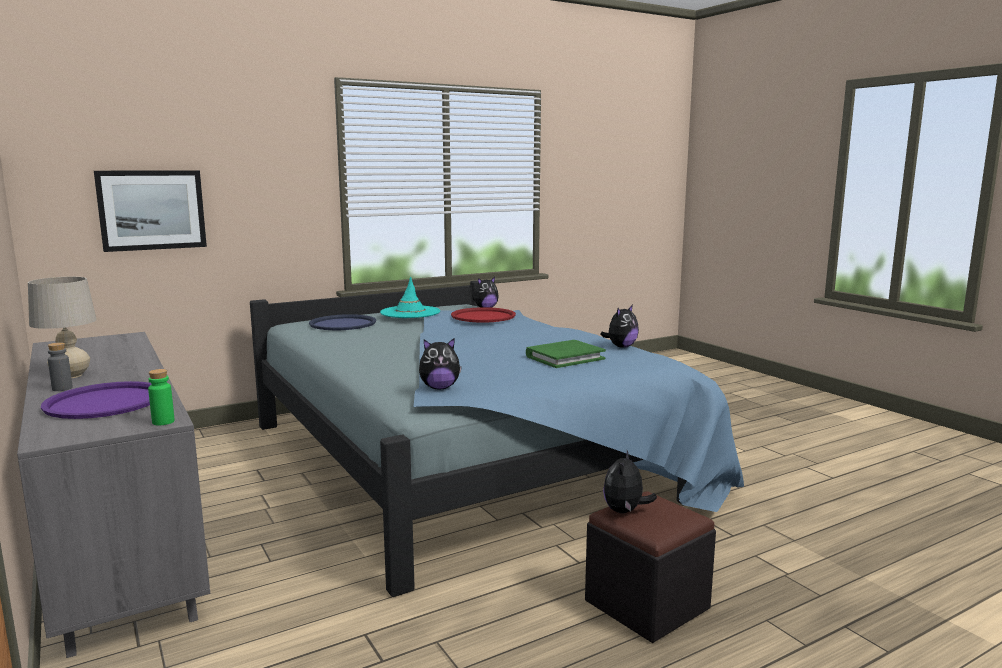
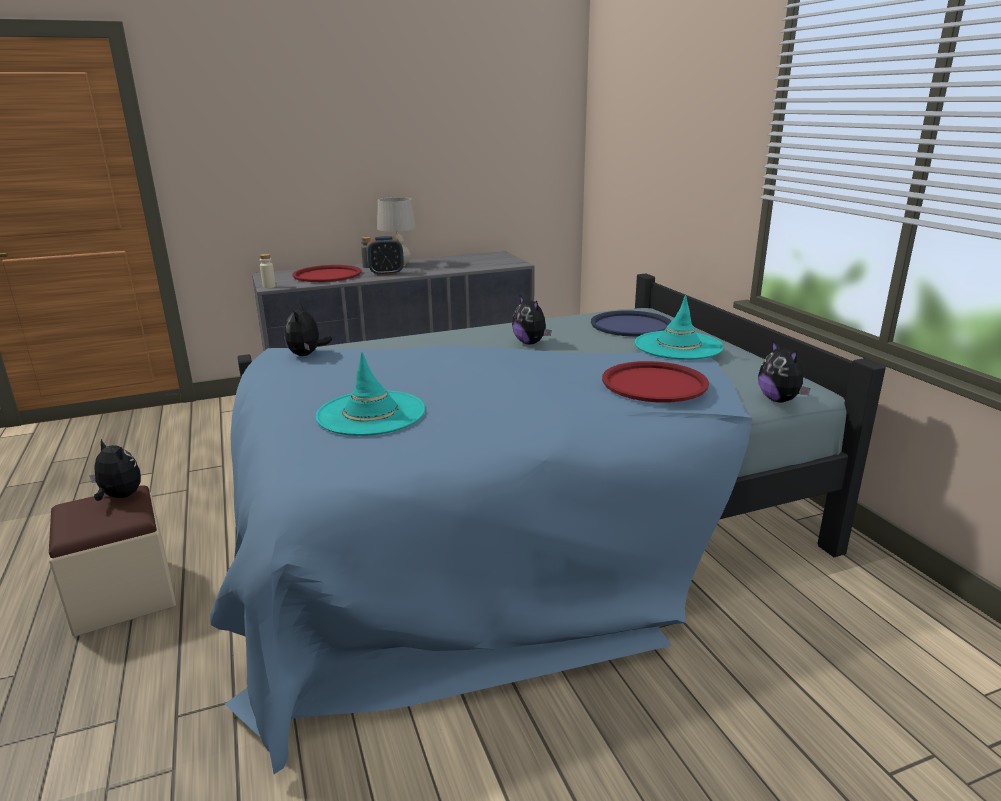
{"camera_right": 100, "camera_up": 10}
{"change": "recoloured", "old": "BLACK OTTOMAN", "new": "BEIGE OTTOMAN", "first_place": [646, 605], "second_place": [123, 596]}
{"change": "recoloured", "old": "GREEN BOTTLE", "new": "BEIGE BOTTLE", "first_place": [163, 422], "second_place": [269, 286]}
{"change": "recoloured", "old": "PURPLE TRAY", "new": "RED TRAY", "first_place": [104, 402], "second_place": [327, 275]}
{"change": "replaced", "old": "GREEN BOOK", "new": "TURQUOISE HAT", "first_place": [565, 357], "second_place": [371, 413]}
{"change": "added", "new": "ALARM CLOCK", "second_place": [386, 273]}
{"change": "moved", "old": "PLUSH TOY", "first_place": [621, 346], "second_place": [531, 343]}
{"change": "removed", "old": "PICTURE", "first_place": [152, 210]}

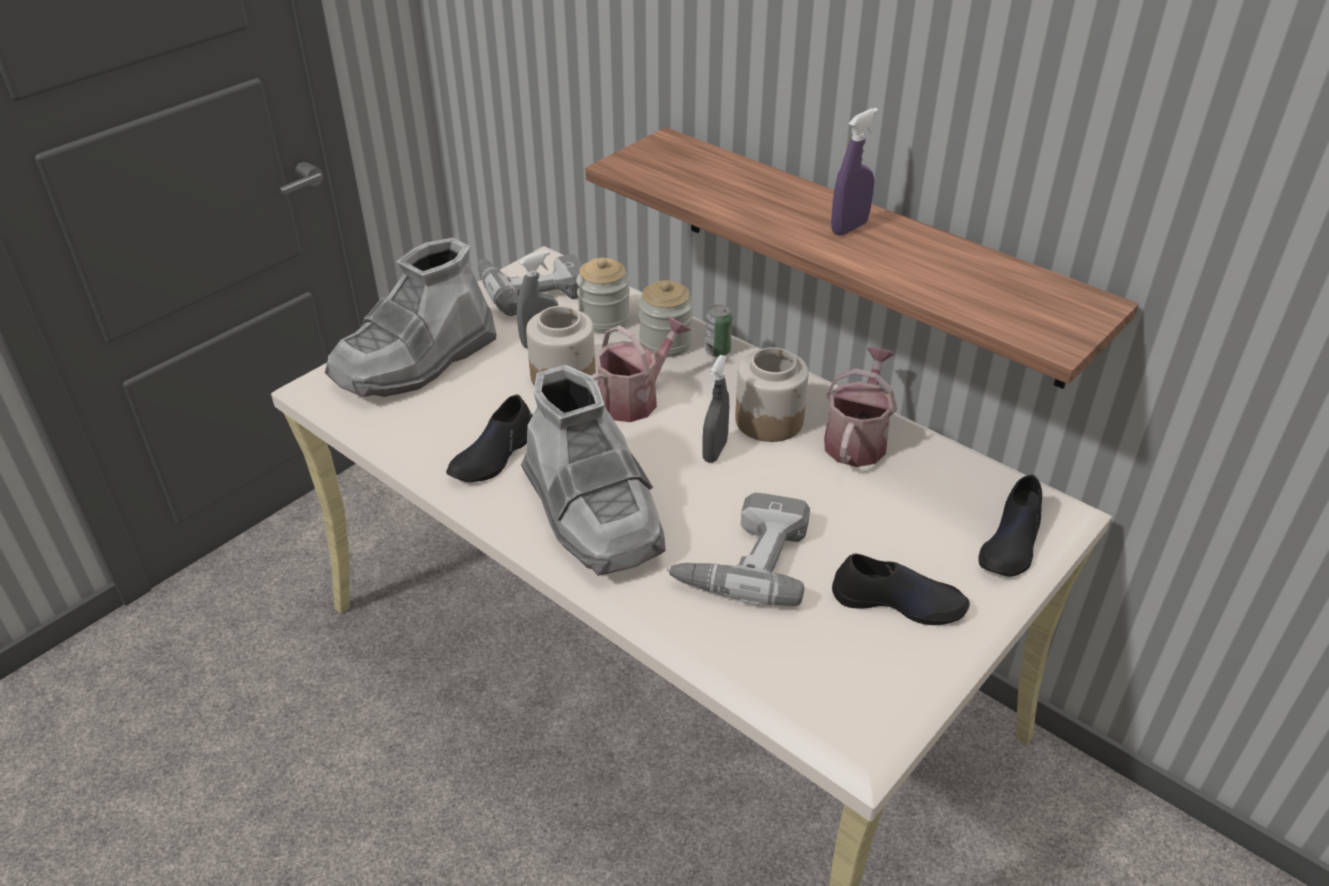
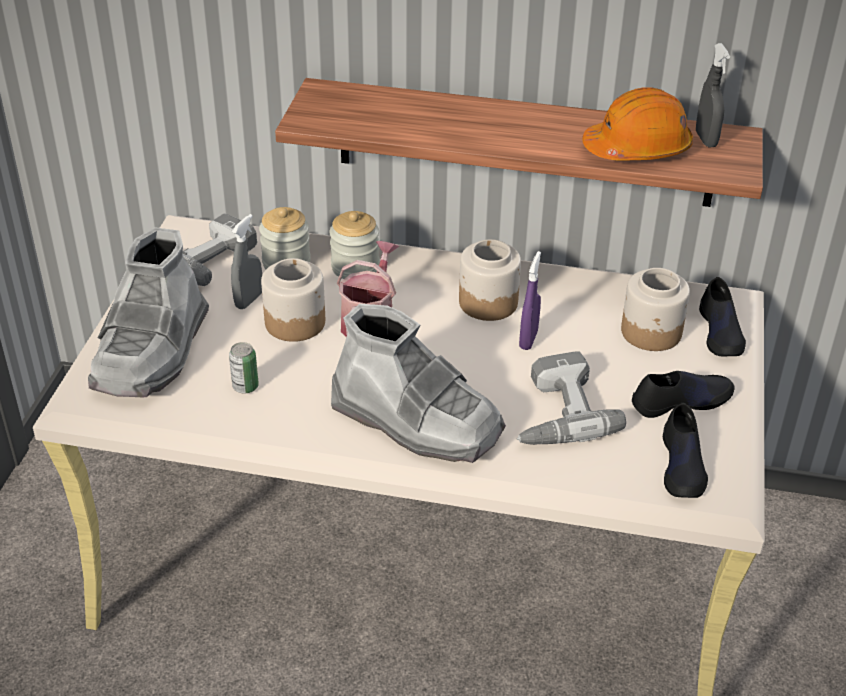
{"camera_right": -30, "camera_up": 0}
{"change": "moved", "old": "CAN", "first_place": [717, 351], "second_place": [245, 386]}
{"change": "moved", "old": "PURPLE SPRAY BOTTLE", "first_place": [849, 228], "second_place": [528, 339]}
{"change": "added", "new": "ORANGE HARD HAT", "second_place": [637, 149]}
{"change": "added", "new": "JAR", "second_place": [651, 332]}
{"change": "moved", "old": "BLACK SHOE", "first_place": [493, 455], "second_place": [682, 466]}
{"change": "moved", "old": "GREY SPRAY BOTTLE", "first_place": [715, 451], "second_place": [706, 139]}
{"change": "removed", "old": "WATERING CAN", "first_place": [857, 439]}

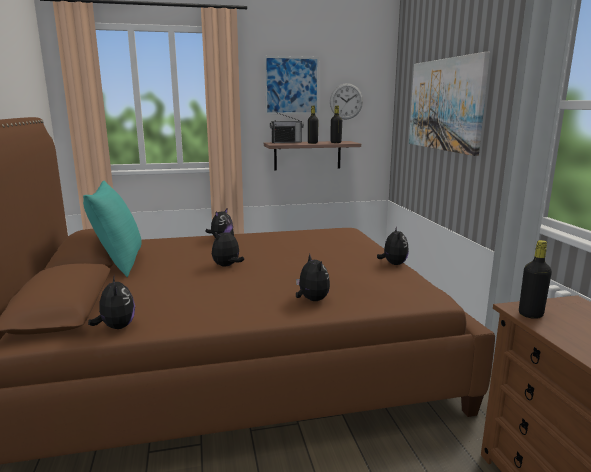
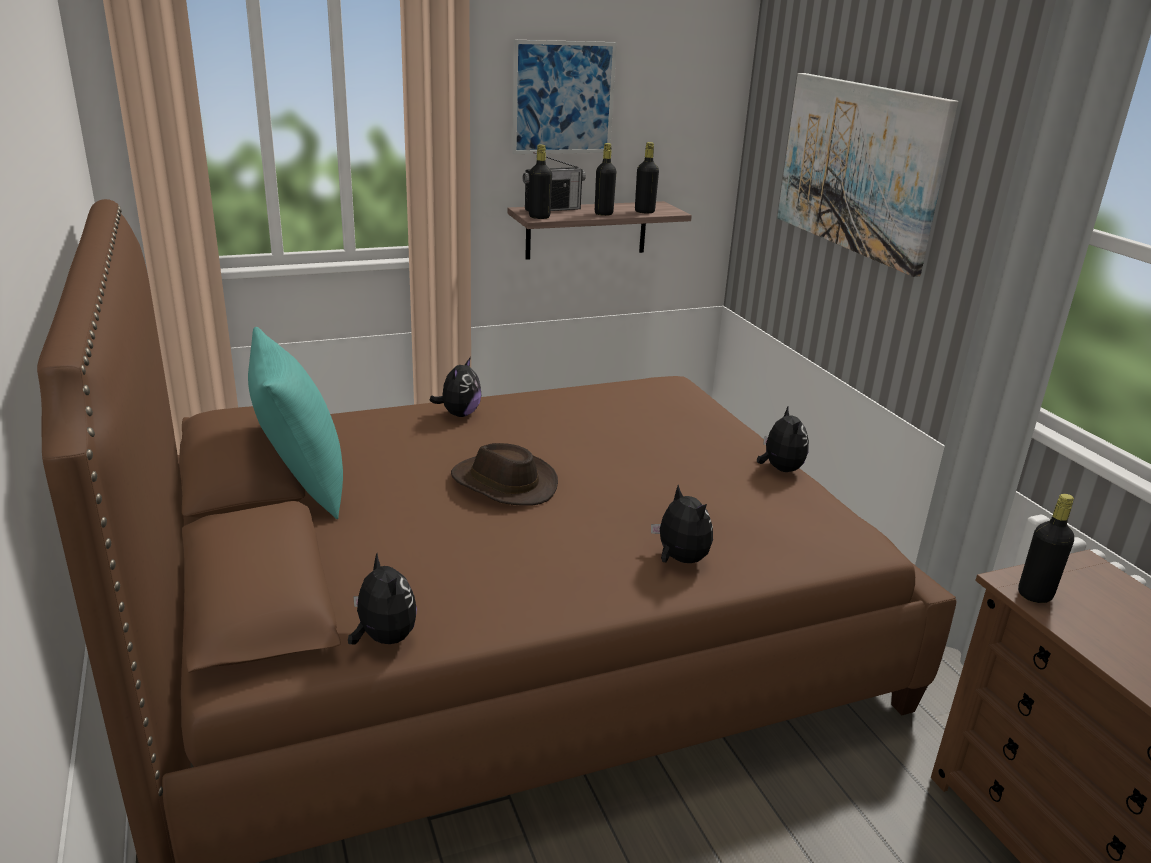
{"camera_right": -10, "camera_up": 10}
{"change": "replaced", "old": "PLUSH TOY", "new": "BROWN HAT", "first_place": [227, 266], "second_place": [503, 484]}
{"change": "added", "new": "BLACK BOTTLE", "second_place": [539, 217]}
{"change": "removed", "old": "WALL CLOCK", "first_place": [346, 101]}

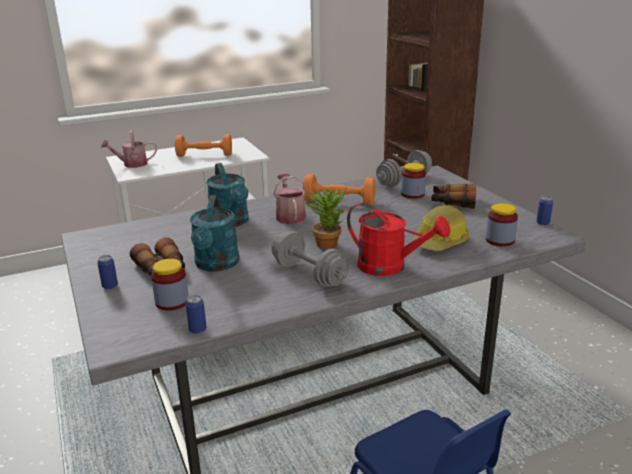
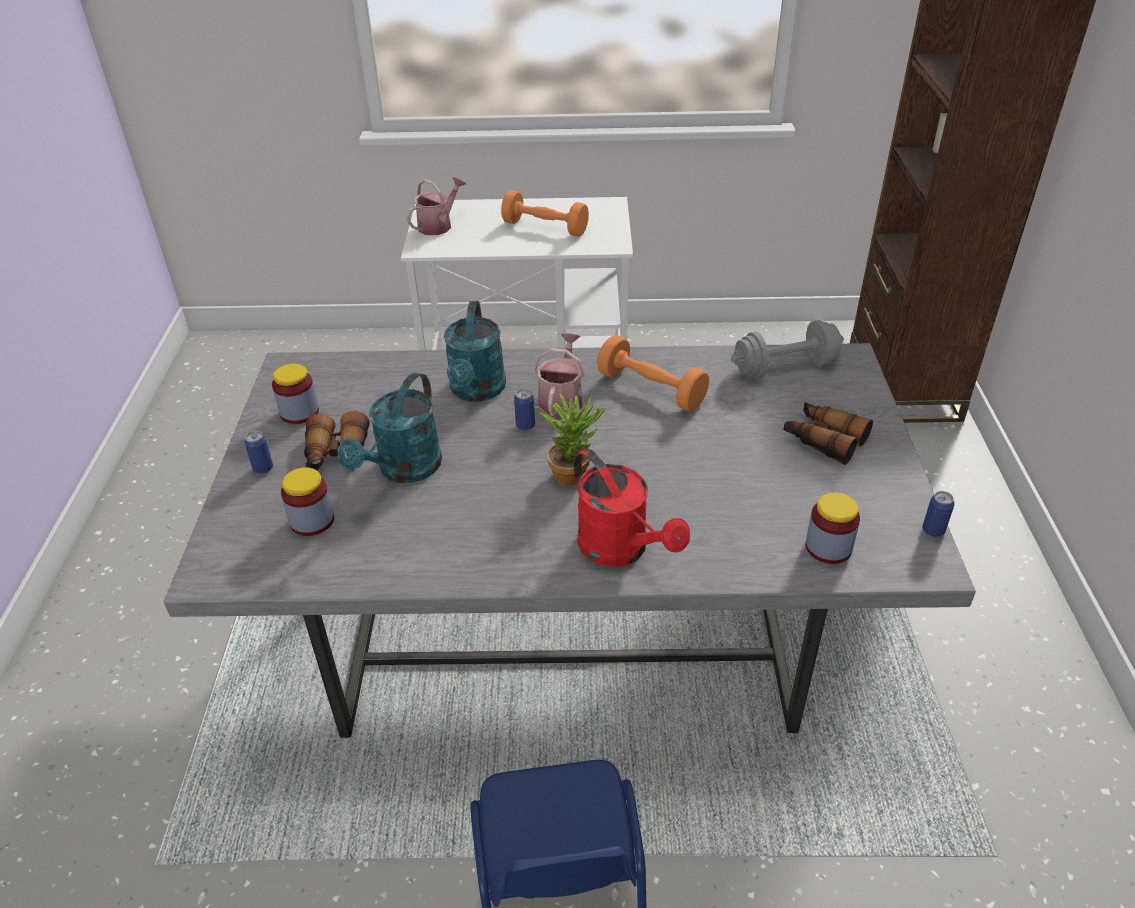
{"camera_right": 25, "camera_up": 15}
{"change": "moved", "old": "JAR", "first_place": [412, 194], "second_place": [299, 412]}
{"change": "turned", "old": "WATERING CAN", "first_place": [132, 164], "second_place": [438, 225], "degrees": 120}
{"change": "moved", "old": "CAN", "first_place": [197, 329], "second_place": [525, 425]}
{"change": "removed", "old": "GREY DUMBBELL", "first_place": [309, 274]}
{"change": "removed", "old": "HARD HAT", "first_place": [440, 242]}

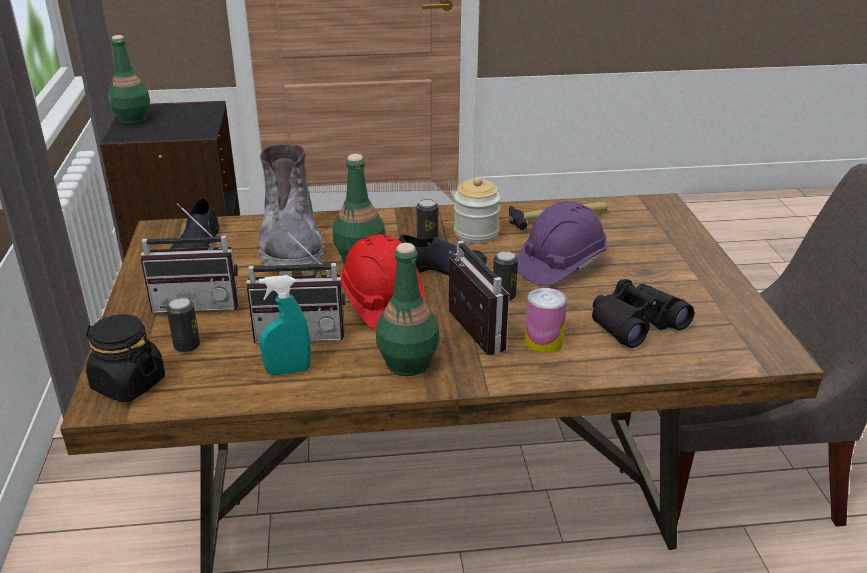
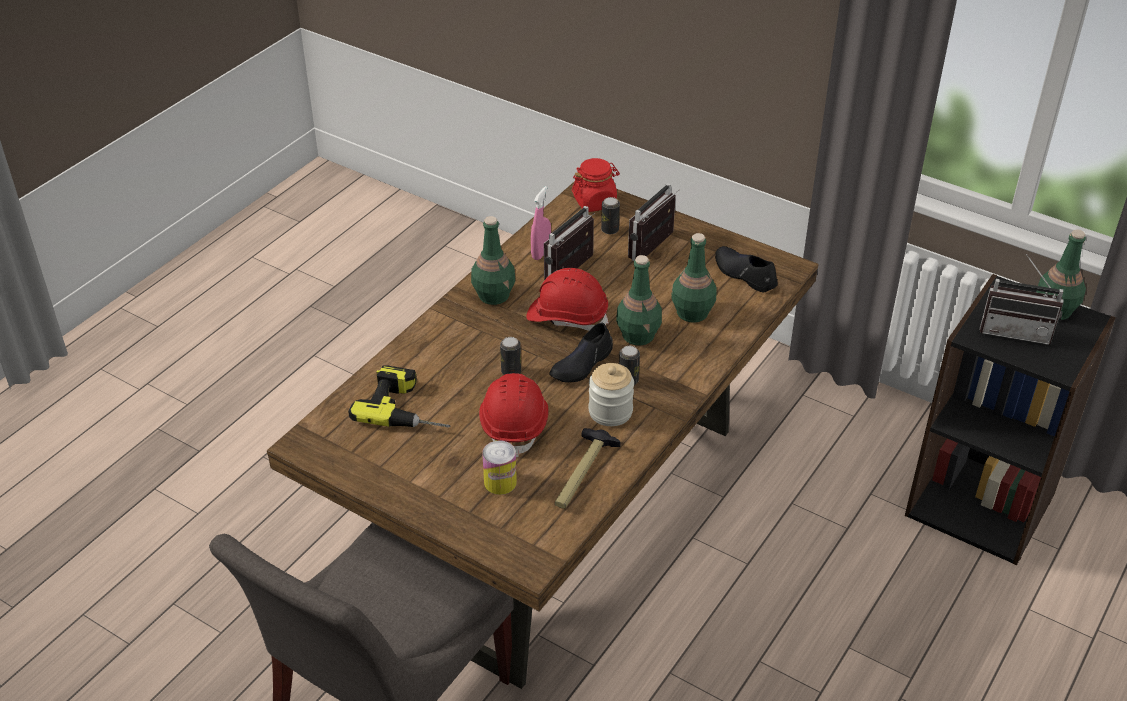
{"camera_right": 130, "camera_up": 10}
{"change": "replaced", "old": "BLACK BINOCULARS", "new": "POWER DRILL", "first_place": [635, 324], "second_place": [409, 407]}
{"change": "recoloured", "old": "PURPLE HARD HAT", "new": "RED HARD HAT", "first_place": [560, 265], "second_place": [515, 424]}
{"change": "moved", "old": "CAN", "first_place": [543, 341], "second_place": [500, 482]}
{"change": "recoloured", "old": "TURQUOISE SPRAY BOTTLE", "new": "PINK SPRAY BOTTLE", "first_place": [288, 371], "second_place": [541, 253]}
{"change": "recoloured", "old": "BLACK JAR", "new": "RED JAR", "first_place": [128, 384], "second_place": [595, 202]}
{"change": "replaced", "old": "GREY BOOT", "new": "GREEN BOTTLE", "first_place": [291, 247], "second_place": [692, 313]}
{"change": "moved", "old": "RADIO", "first_place": [465, 333], "second_place": [1016, 330]}

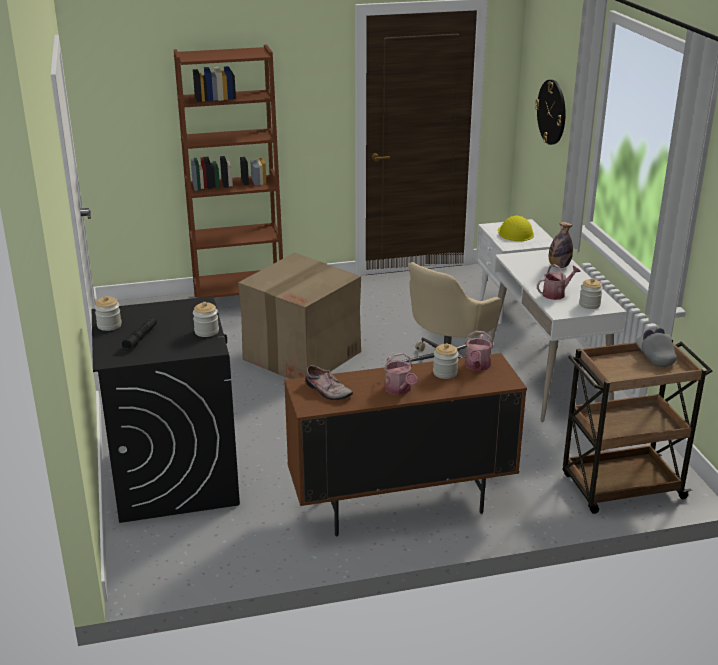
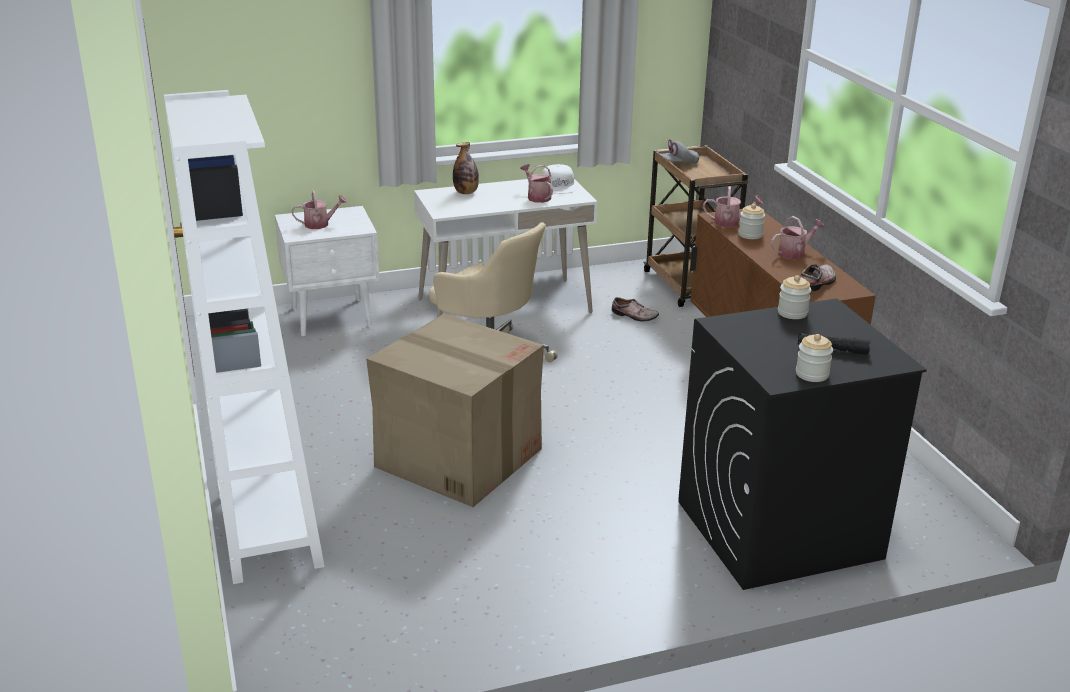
{"camera_right": -95, "camera_up": 0}
{"change": "recoloured", "old": "BROWN BOOKCASE", "new": "WHITE BOOKCASE", "first_place": [239, 301], "second_place": [269, 530]}
{"change": "replaced", "old": "YELLOW HARD HAT", "new": "WATERING CAN", "first_place": [515, 233], "second_place": [320, 224]}
{"change": "replaced", "old": "JAR", "new": "WHITE CAP", "first_place": [589, 304], "second_place": [559, 186]}
{"change": "added", "new": "SHOE", "second_place": [634, 316]}
{"change": "removed", "old": "WALL CLOCK", "first_place": [552, 112]}

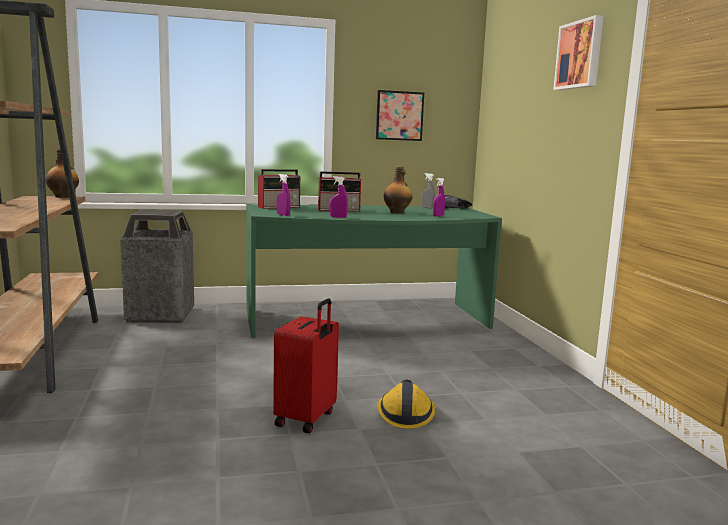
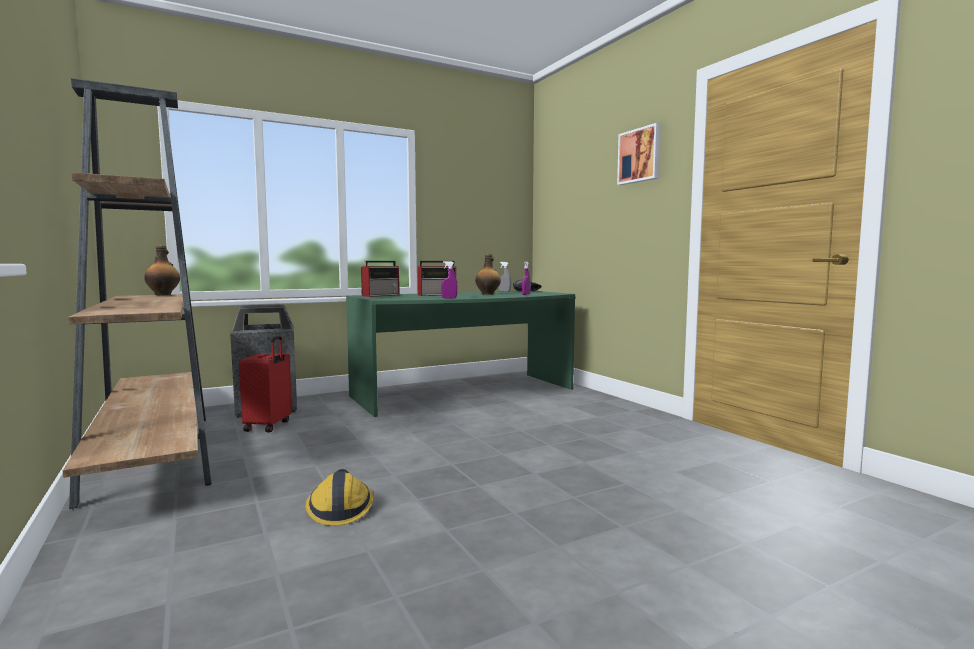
{"camera_right": -15, "camera_up": -5}
{"change": "moved", "old": "RED SUITCASE", "first_place": [307, 419], "second_place": [269, 426]}
{"change": "moved", "old": "HARD HAT", "first_place": [405, 414], "second_place": [340, 508]}
{"change": "removed", "old": "PURPLE SPRAY BOTTLE", "first_place": [283, 215]}
{"change": "removed", "old": "PICTURE", "first_place": [399, 115]}

